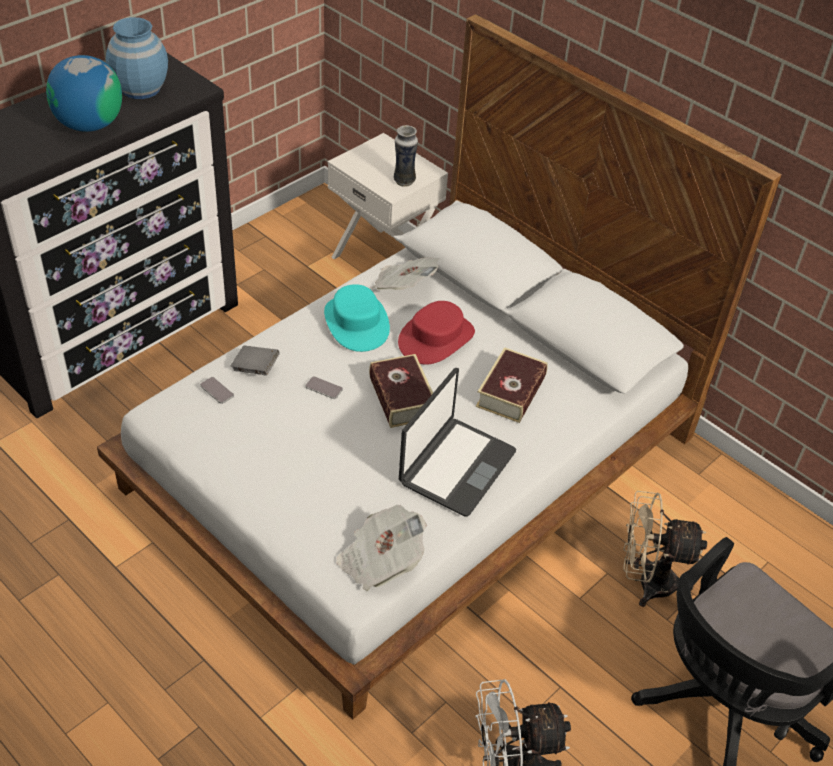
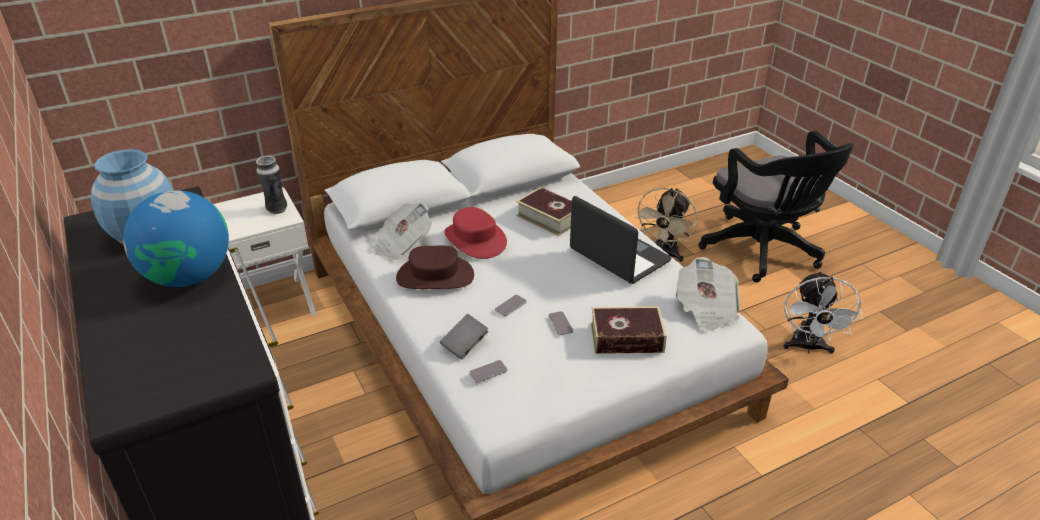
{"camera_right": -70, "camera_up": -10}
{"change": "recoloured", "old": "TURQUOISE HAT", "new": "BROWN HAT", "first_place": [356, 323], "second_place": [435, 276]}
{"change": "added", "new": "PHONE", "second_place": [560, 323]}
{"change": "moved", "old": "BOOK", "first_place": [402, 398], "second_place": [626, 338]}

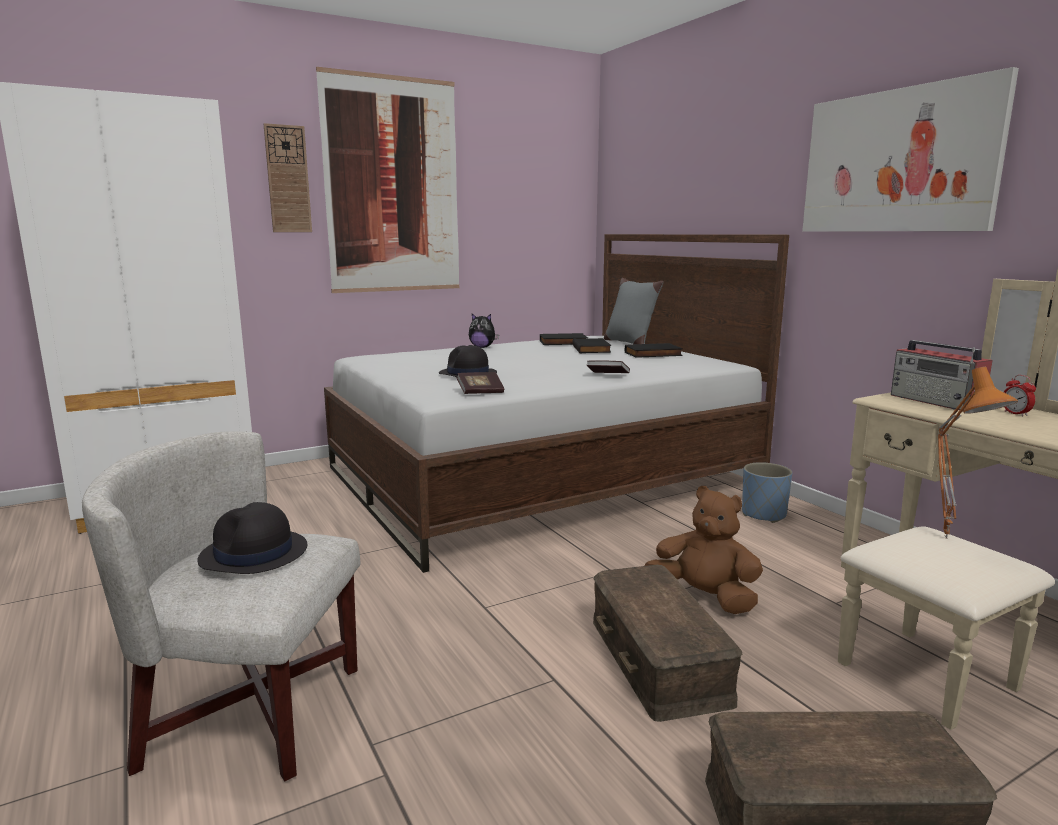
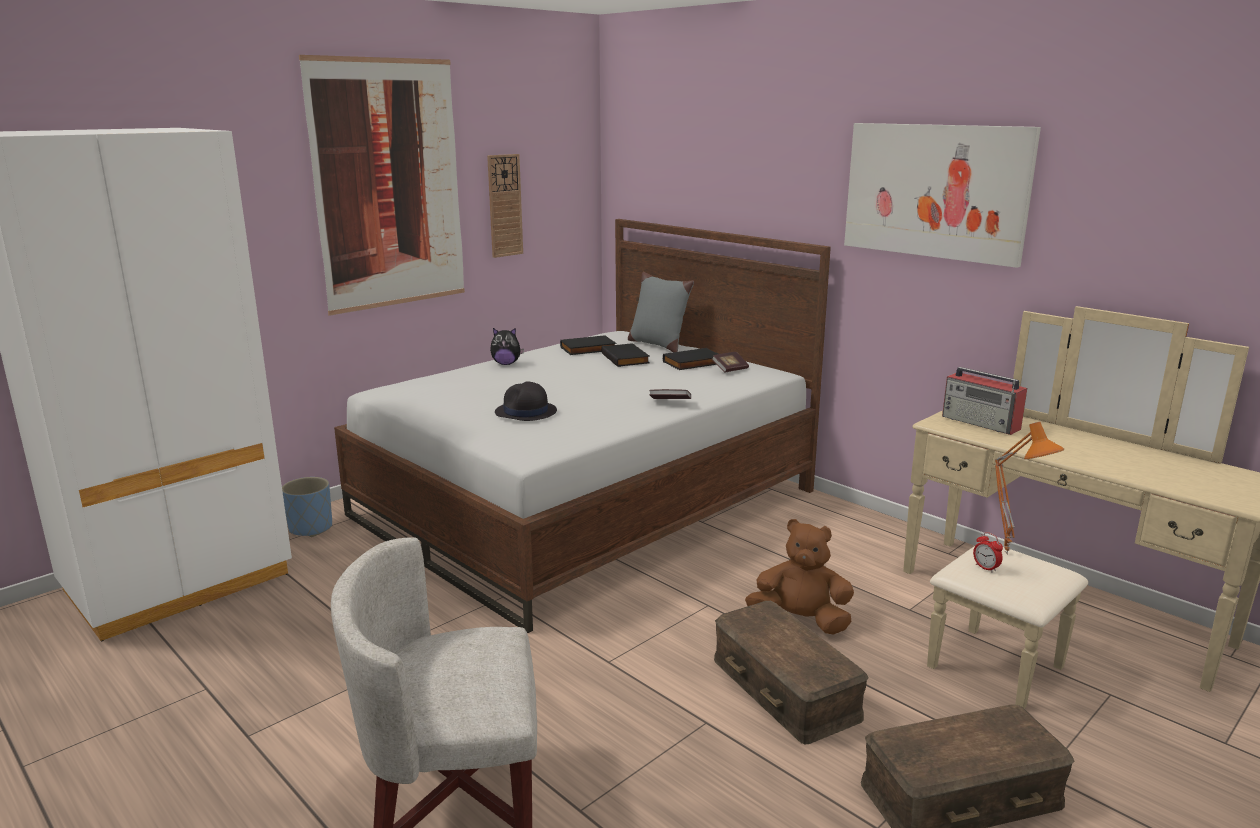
{"camera_right": -15, "camera_up": 5}
{"change": "moved", "old": "BLUE PLANTER", "first_place": [764, 514], "second_place": [311, 528]}
{"change": "moved", "old": "WALL CLOCK", "first_place": [288, 179], "second_place": [504, 205]}
{"change": "moved", "old": "BOOK", "first_place": [480, 392], "second_place": [730, 369]}
{"change": "moved", "old": "ALARM CLOCK", "first_place": [1015, 413], "second_place": [985, 568]}
{"change": "removed", "old": "BLACK HAT", "first_place": [254, 554]}

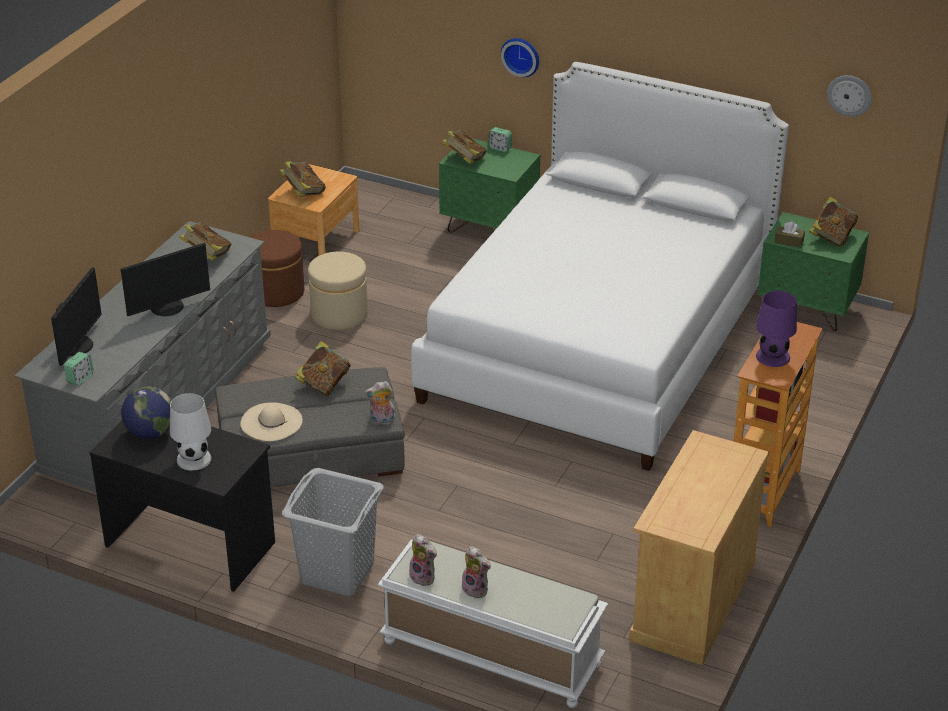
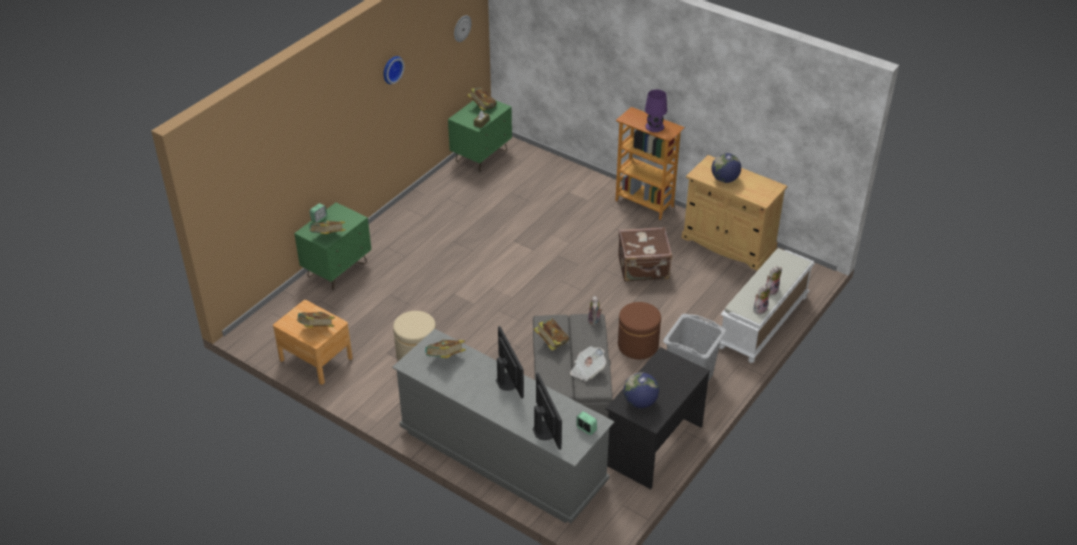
{"camera_right": -80, "camera_up": 5}
{"change": "moved", "old": "WALL CLOCK", "first_place": [521, 56], "second_place": [391, 69]}
{"change": "turned", "old": "MONITOR", "first_place": [78, 346], "second_place": [546, 430], "degrees": 45}
{"change": "replaced", "old": "BEIGE HAT", "new": "NEWSPAPER", "first_place": [271, 422], "second_place": [587, 370]}
{"change": "added", "new": "BROWN SUITCASE", "second_place": [644, 268]}
{"change": "moved", "old": "BROWN OTTOMAN", "first_place": [276, 292], "second_place": [638, 345]}
{"change": "added", "new": "GLOBE", "second_place": [725, 179]}
{"change": "removed", "old": "WHITE TABLE LAMP", "first_place": [193, 459]}
{"change": "removed", "old": "WHITE BED", "first_place": [599, 340]}

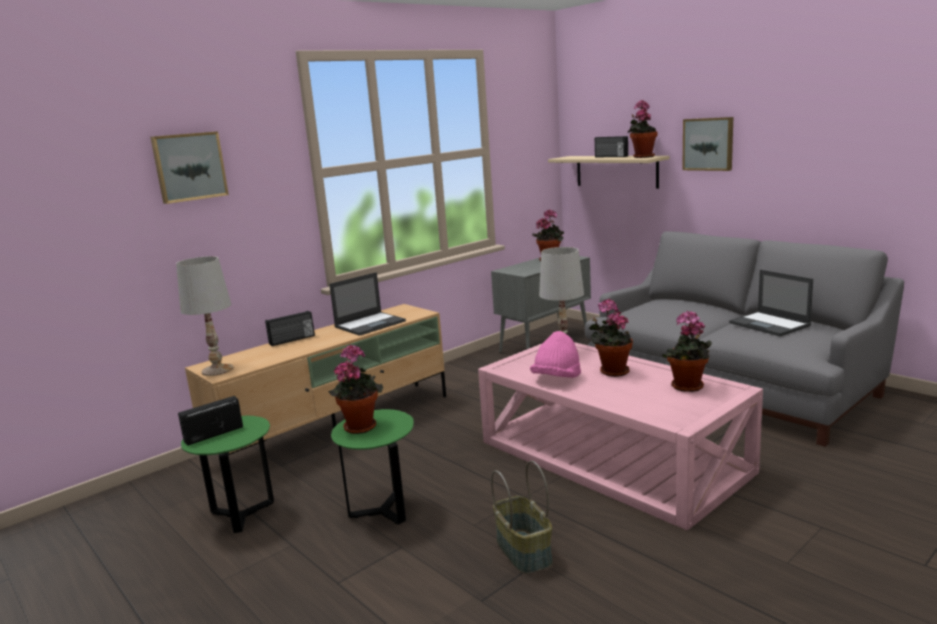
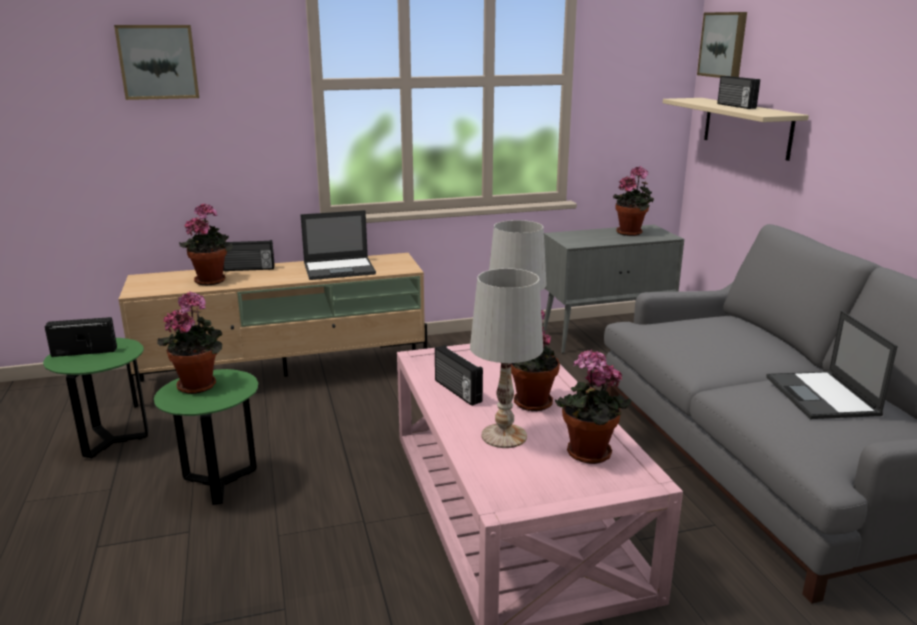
{"camera_right": 25, "camera_up": 5}
{"change": "moved", "old": "POTTED PLANT", "first_place": [642, 157], "second_place": [211, 280]}
{"change": "replaced", "old": "PINK HAT", "new": "RADIO", "first_place": [557, 379], "second_place": [456, 391]}
{"change": "moved", "old": "WHITE TABLE LAMP", "first_place": [217, 370], "second_place": [503, 436]}
{"change": "moved", "old": "PICTURE", "first_place": [708, 144], "second_place": [724, 45]}
{"change": "removed", "old": "BASKET", "first_place": [525, 551]}

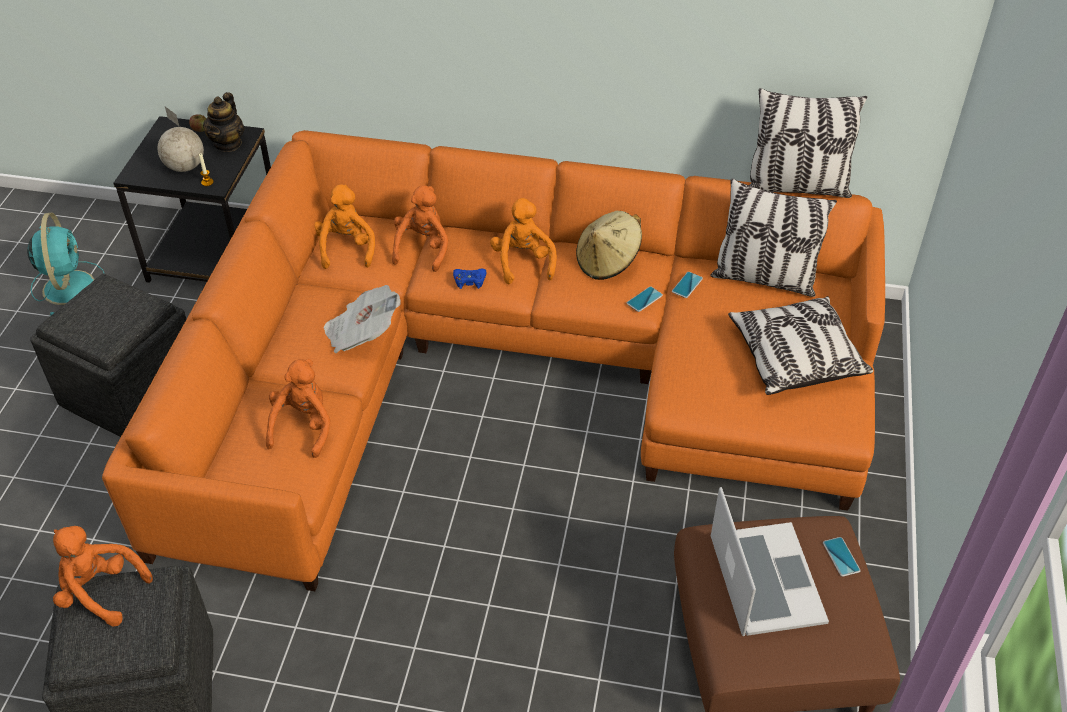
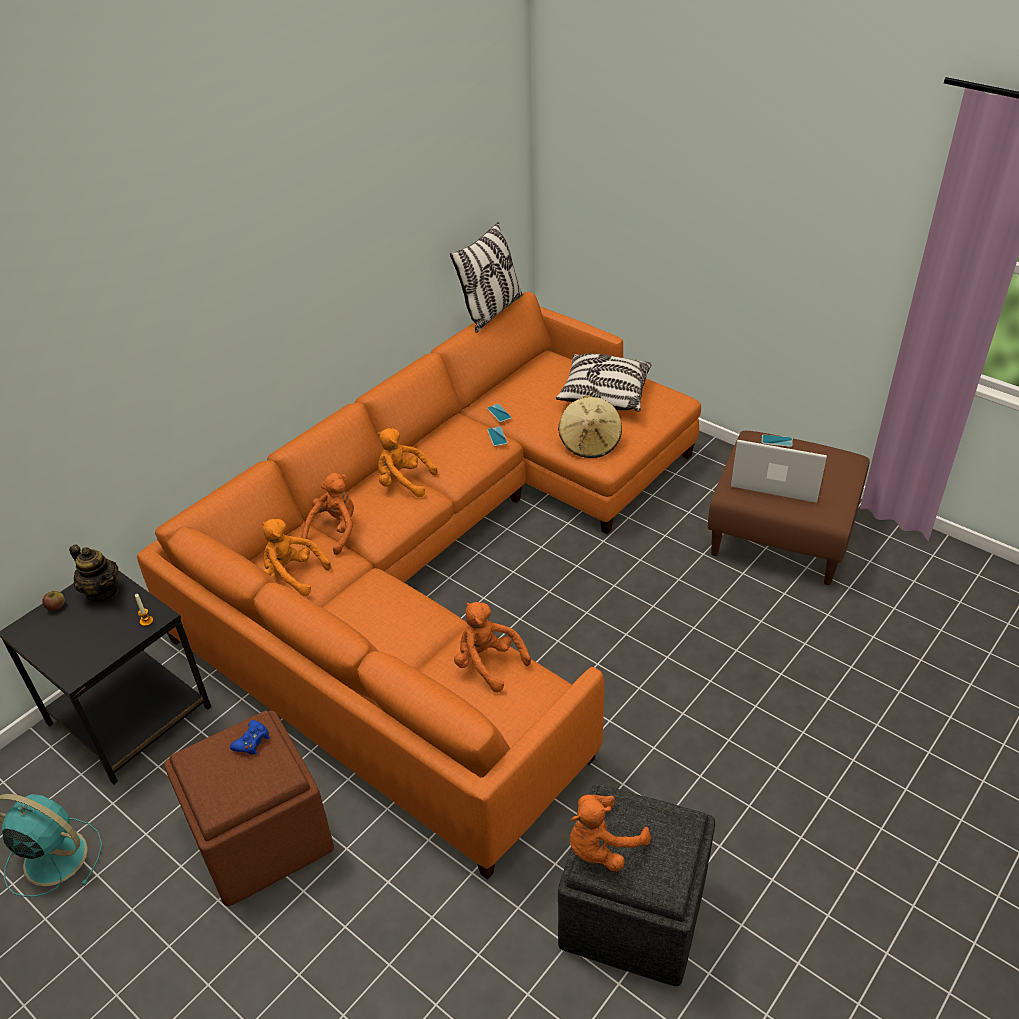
{"camera_right": -60, "camera_up": -5}
{"change": "recoloured", "old": "GREY OTTOMAN", "new": "BROWN OTTOMAN", "first_place": [131, 390], "second_place": [259, 835]}
{"change": "moved", "old": "BLUE GAME CONTROLLER", "first_place": [469, 281], "second_place": [252, 741]}
{"change": "turned", "old": "ORANGE PLUSH TOY", "first_place": [422, 248], "second_place": [335, 531], "degrees": 75}
{"change": "moved", "old": "BEIGE HAT", "first_place": [608, 262], "second_place": [590, 443]}
{"change": "removed", "old": "GLOBE", "first_place": [185, 167]}
{"change": "removed", "old": "NEWSPAPER", "first_place": [362, 334]}
{"change": "removed", "old": "PILLOW", "first_place": [764, 279]}

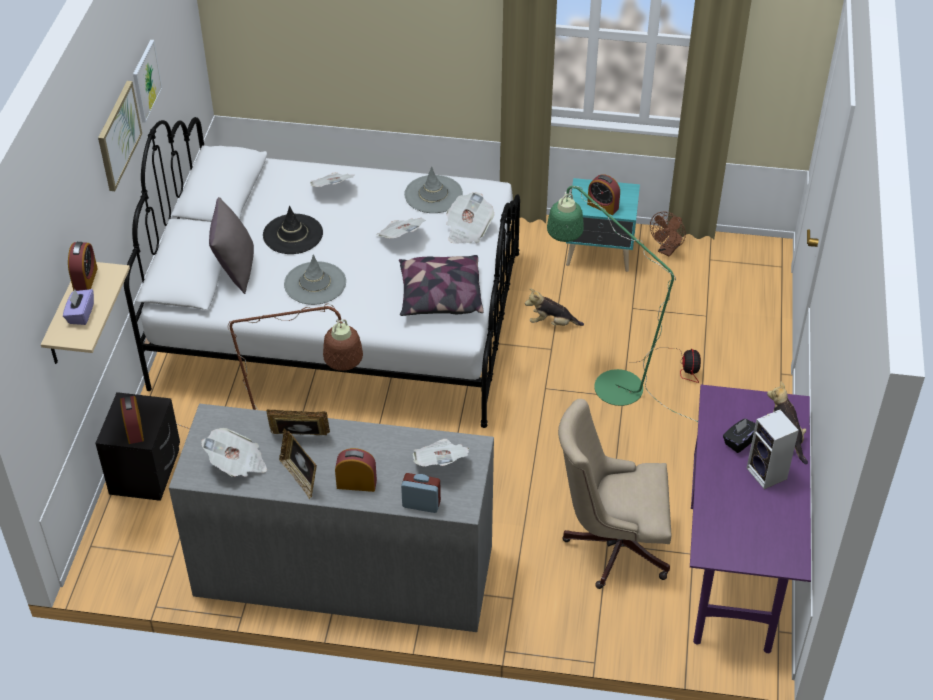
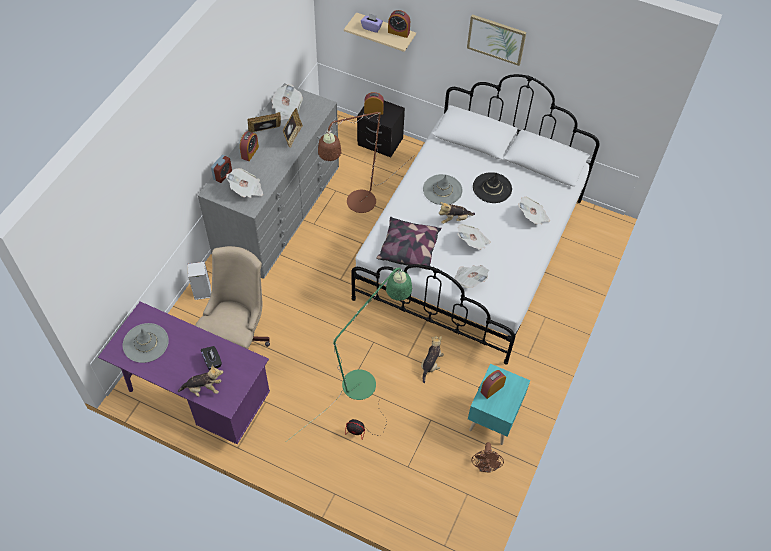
{"camera_right": 105, "camera_up": 10}
{"change": "moved", "old": "GREY HAT", "first_place": [433, 195], "second_place": [145, 343]}
{"change": "moved", "old": "SPEAKER", "first_place": [768, 474], "second_place": [201, 292]}
{"change": "added", "new": "PLUSH TOY", "second_place": [454, 219]}
{"change": "turned", "old": "BROWN FAN", "first_place": [667, 250], "second_place": [485, 466], "degrees": -135}
{"change": "removed", "old": "PICTURE", "first_place": [146, 80]}
{"change": "removed", "old": "GREY PILLOW", "first_place": [235, 270]}

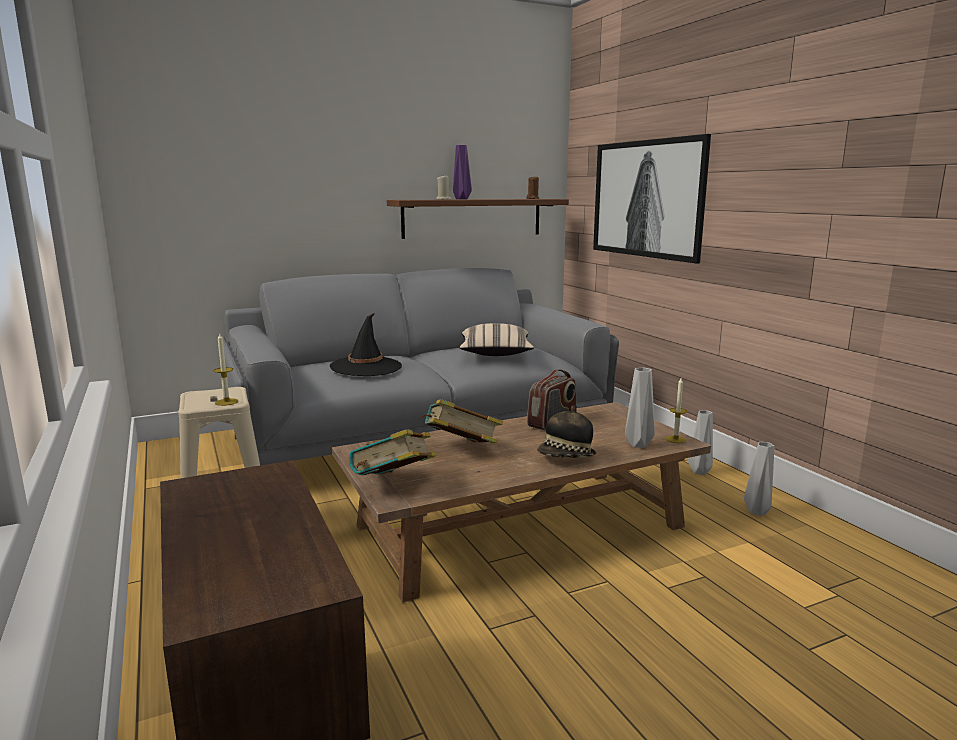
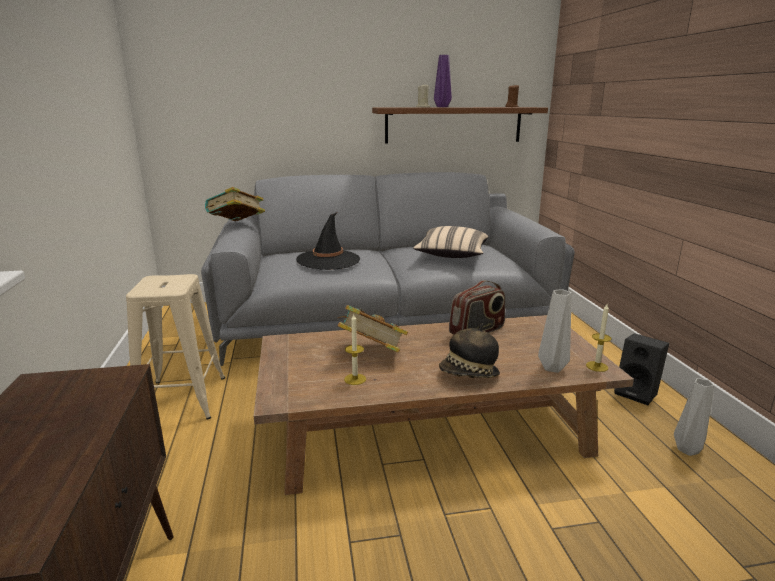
{"camera_right": 15, "camera_up": 5}
{"change": "moved", "old": "BOOK", "first_place": [394, 484], "second_place": [236, 225]}
{"change": "moved", "old": "CANDLE", "first_place": [226, 402], "second_place": [355, 379]}
{"change": "replaced", "old": "GREY VASE", "new": "BLACK SPEAKER", "first_place": [699, 472], "second_place": [637, 393]}
{"change": "removed", "old": "PICTURE", "first_place": [646, 199]}

